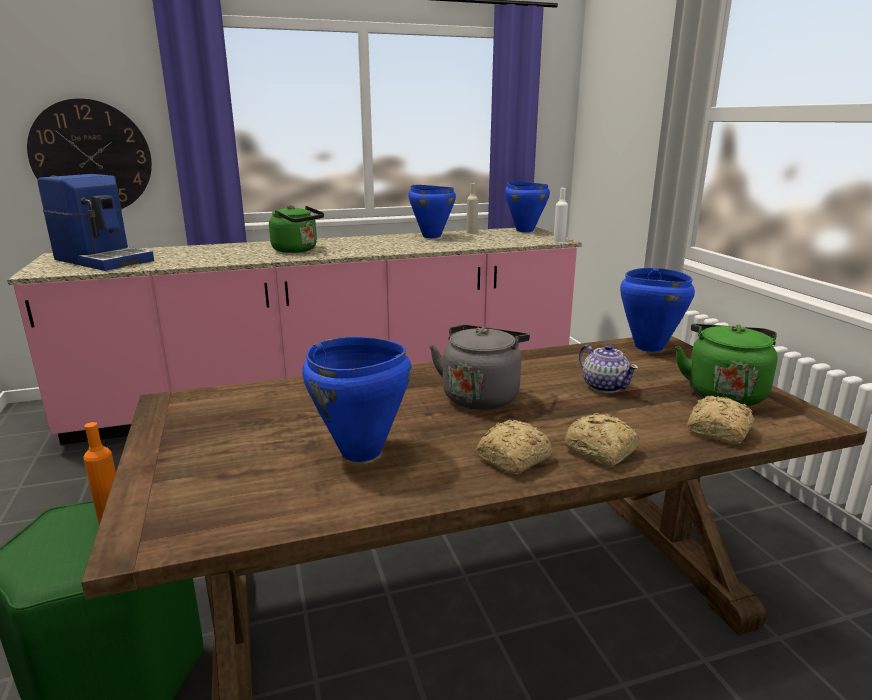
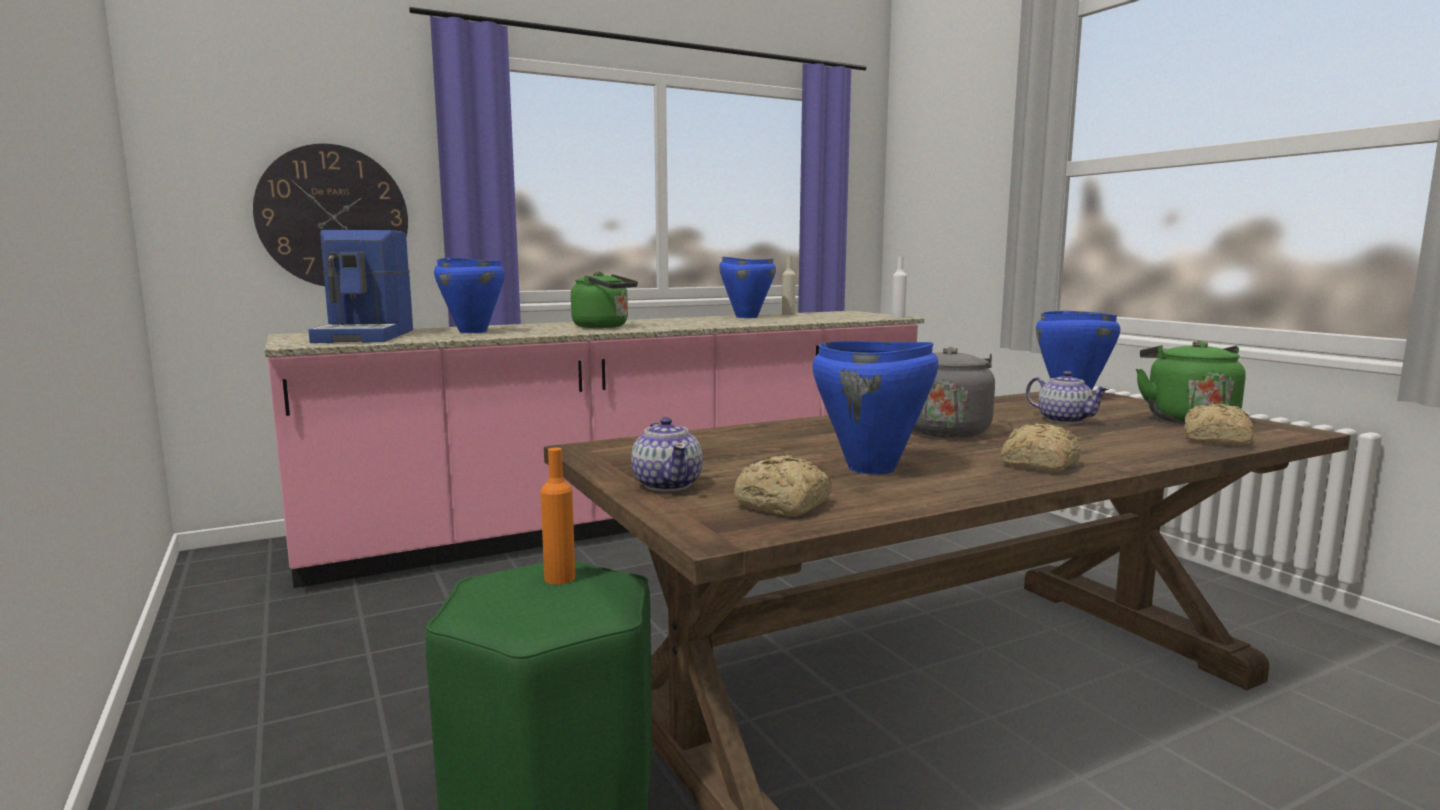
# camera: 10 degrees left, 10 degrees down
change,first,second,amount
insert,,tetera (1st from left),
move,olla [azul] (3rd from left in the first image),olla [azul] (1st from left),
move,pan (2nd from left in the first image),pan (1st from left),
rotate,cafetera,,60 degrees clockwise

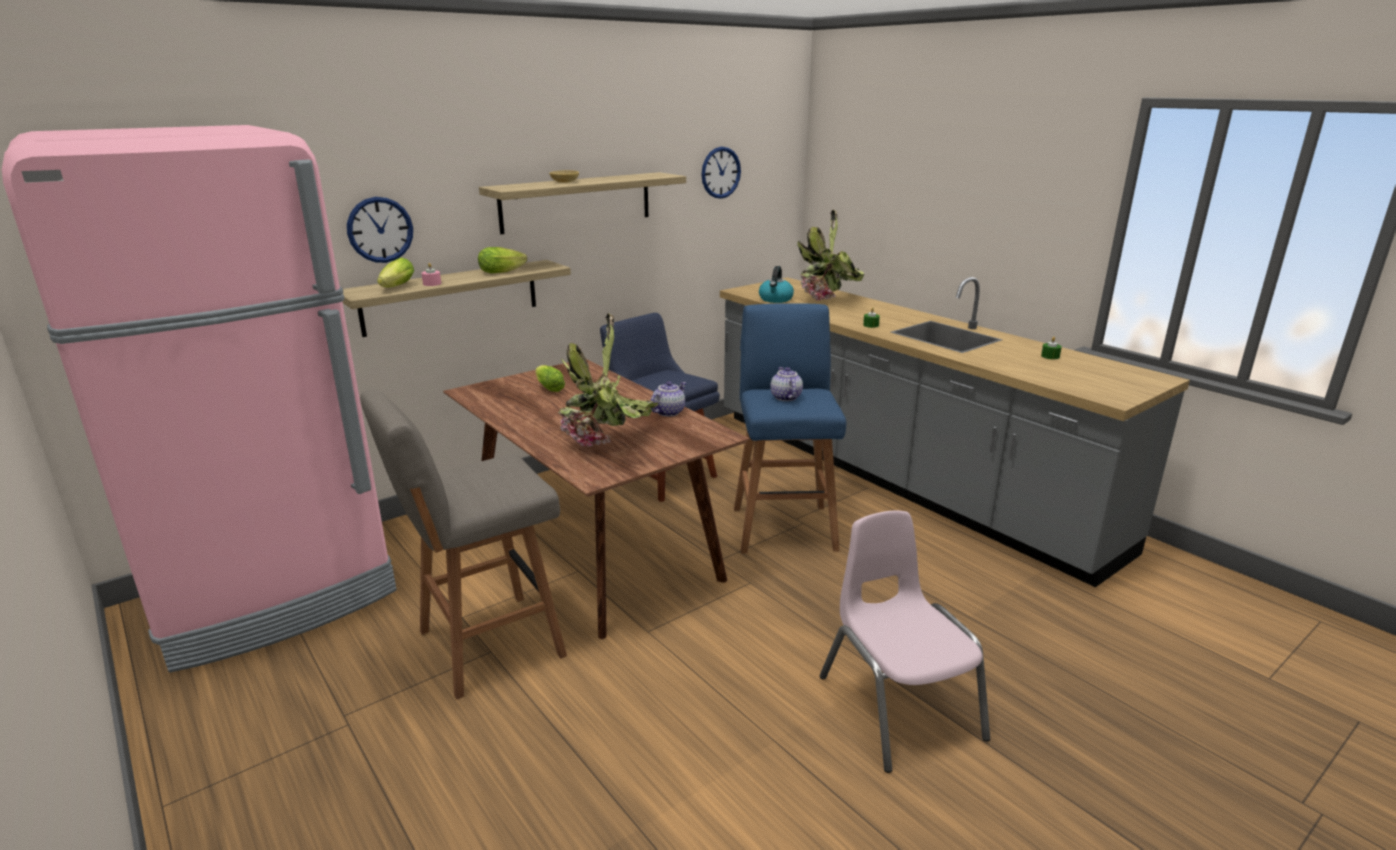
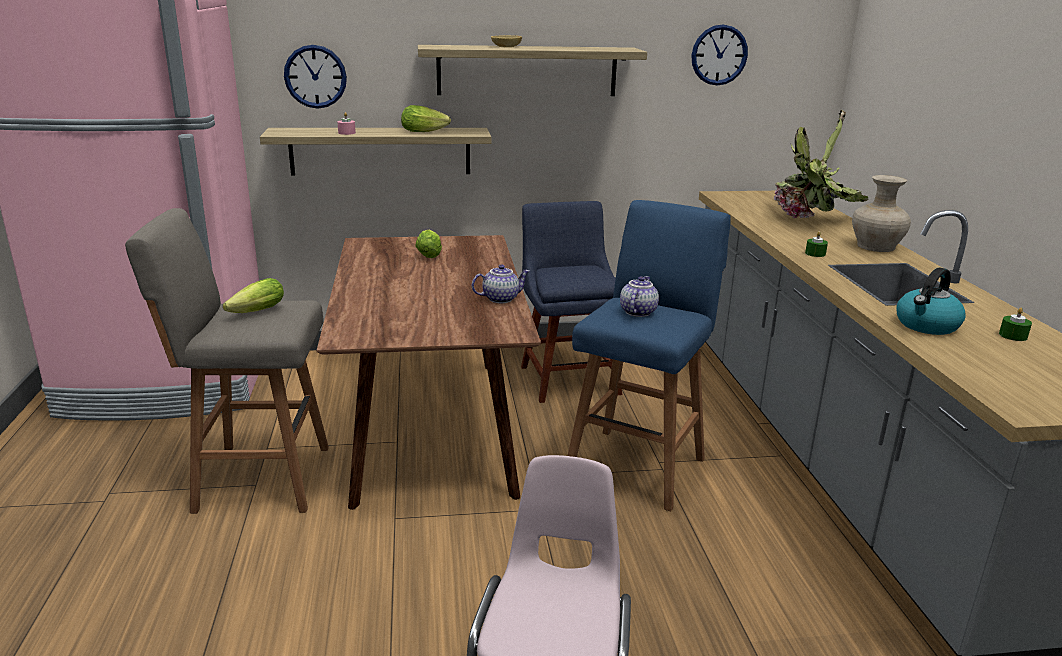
# camera: 30 degrees right, 0 degrees up
change,first,second,amount
delete,planta en maceta (1st from left),,
insert,,florero [beis],
move,lechuga (1st from left),,
move,hervidor,,

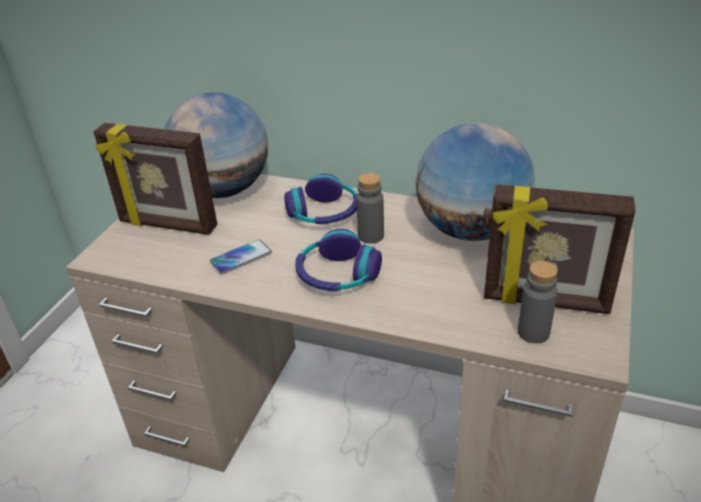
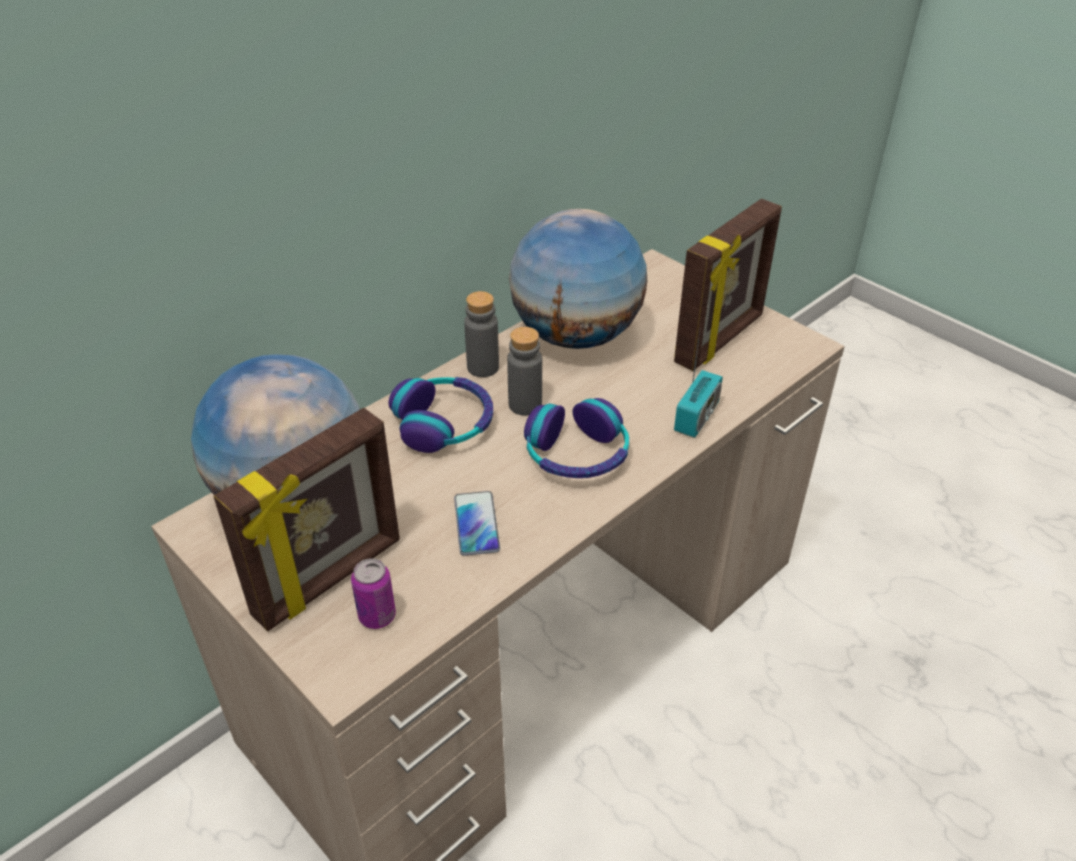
# camera: 65 degrees left, 5 degrees up
change,first,second,amount
insert,,lata,
insert,,radio,
move,botella [gris] (2nd from left in the first image),botella [gris] (1st from left),

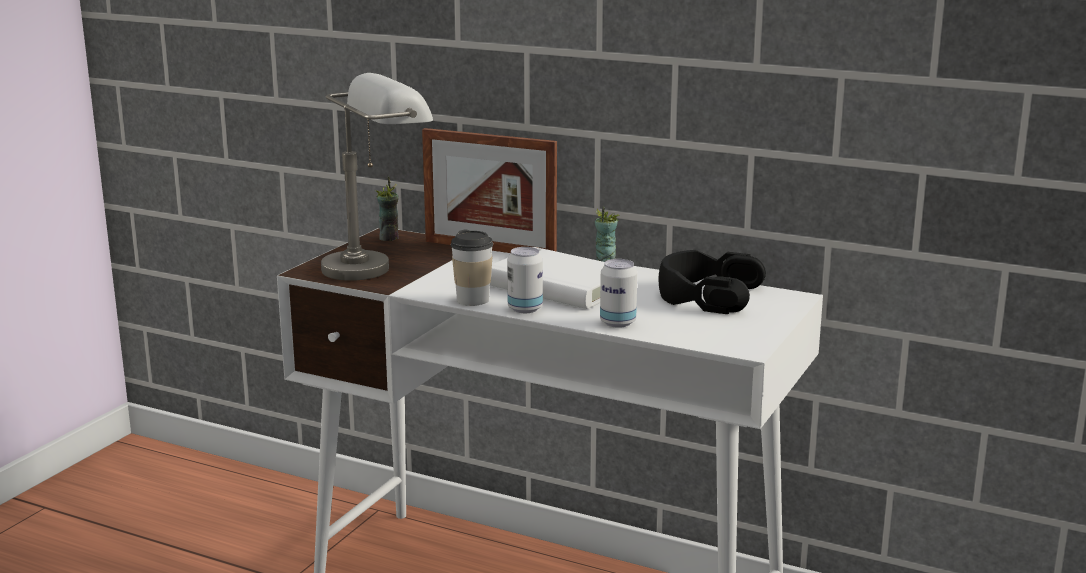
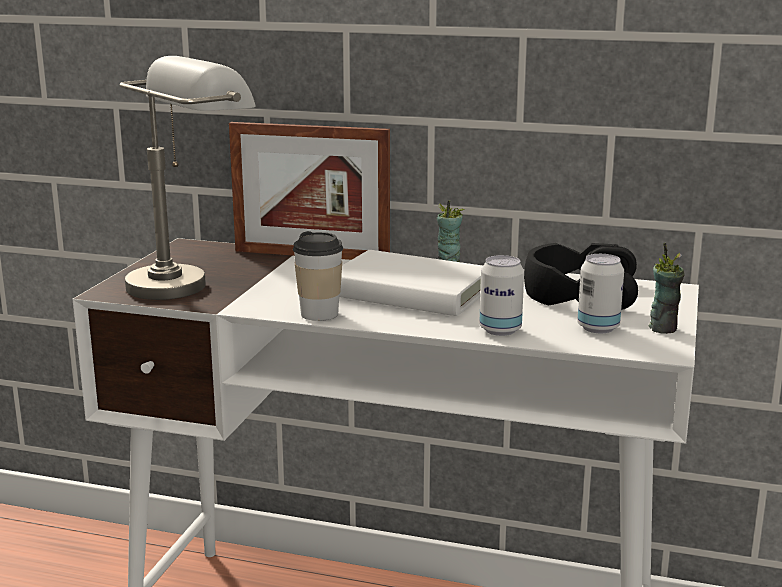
# camera: 10 degrees left, 0 degrees up
change,first,second,amount
move,taza (1st from left in the first image),taza (3rd from left),
move,lata (1st from left in the first image),lata (2nd from left),

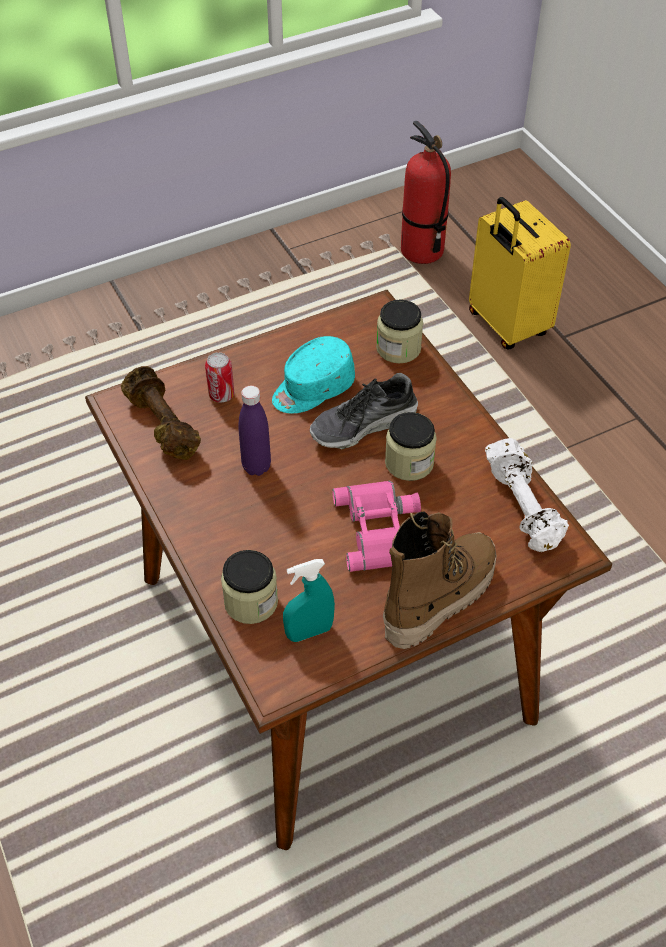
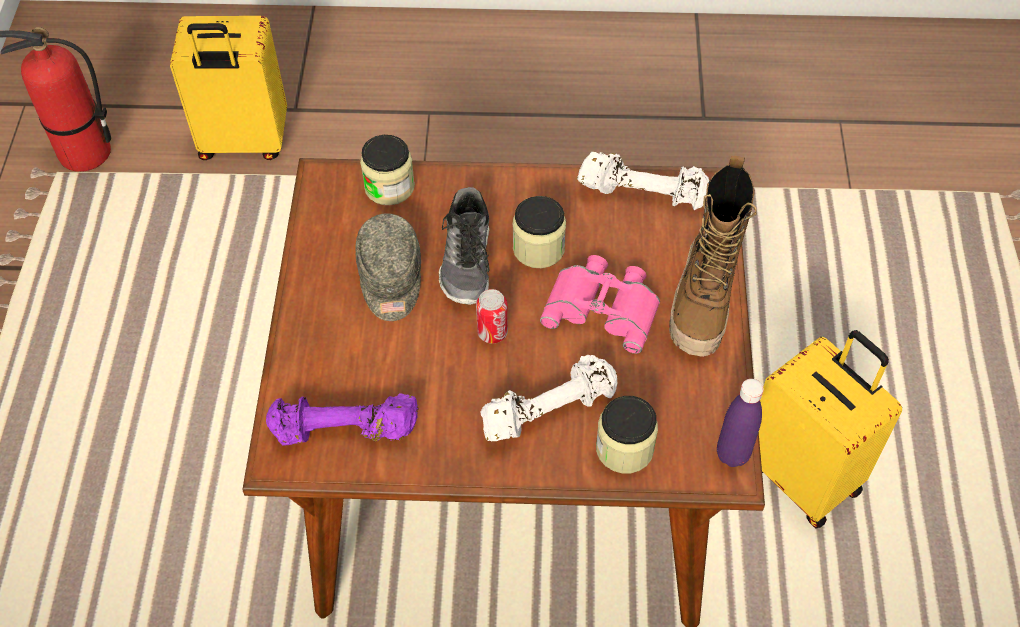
# camera: 60 degrees left, 5 degrees up
change,first,second,amount
delete,pulverizador [turquesa],,
insert,,mancuerna [blanco] (1st from left),
insert,,maleta [amarillo] (2nd from left),
move,lata,,
move,botella [morado],,
recolor,mancuerna [marrón],mancuerna [morado],
recolor,gorra [turquesa],gorra [gris],
rotate,bota,,150 degrees counterclockwise

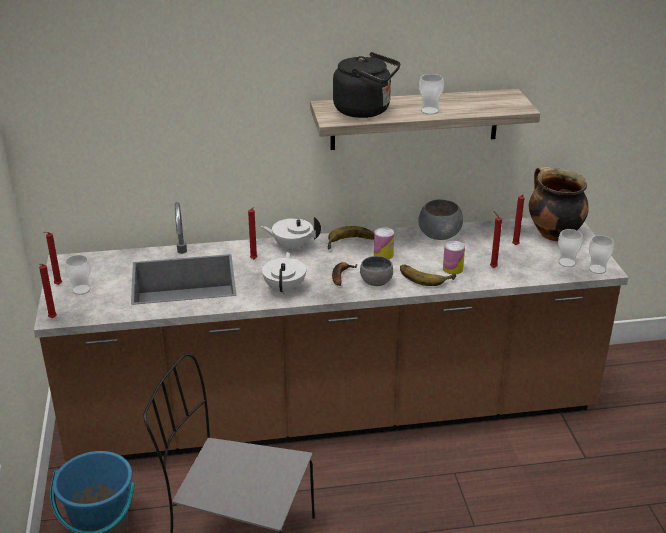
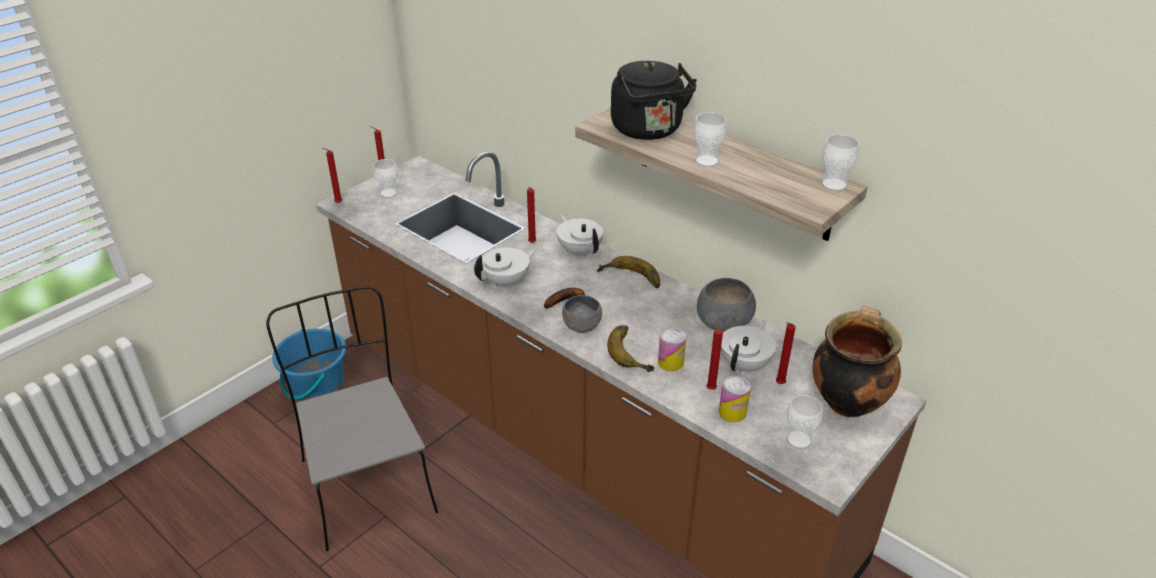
# camera: 50 degrees right, 5 degrees up
change,first,second,amount
insert,,tetera [blanco] (3rd from left),
move,lata (1st from left in the first image),lata (2nd from left),
move,taza (4th from left),,

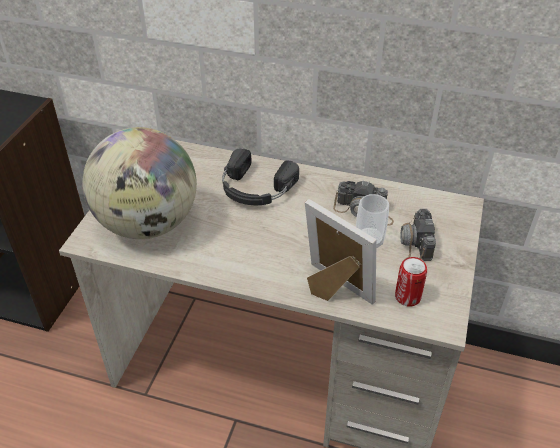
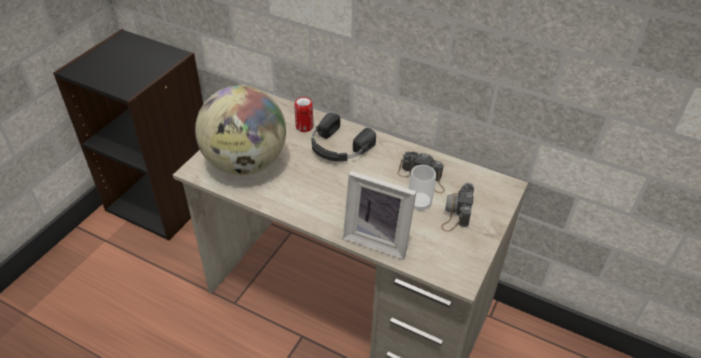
# camera: 10 degrees right, 0 degrees up
change,first,second,amount
move,lata,,
rotate,portarretratos,,150 degrees clockwise

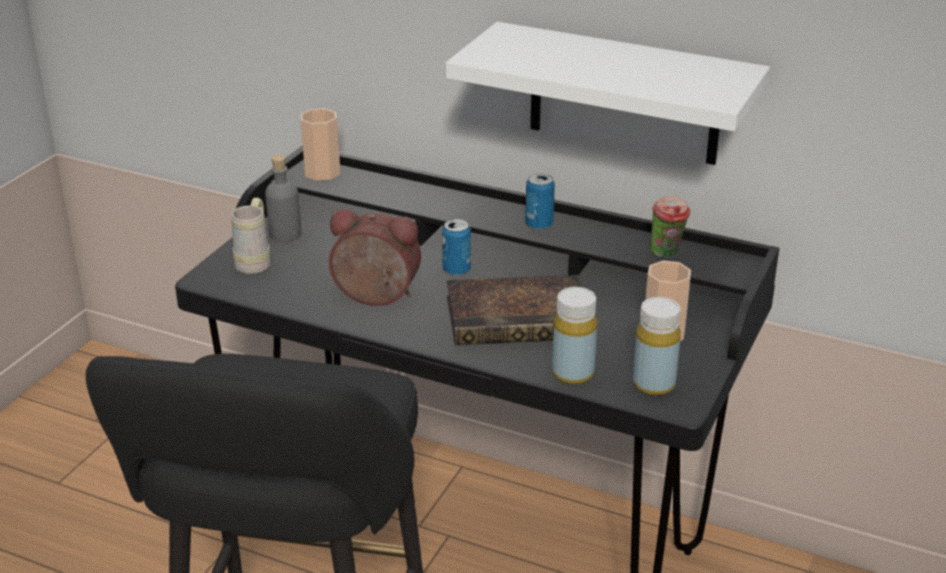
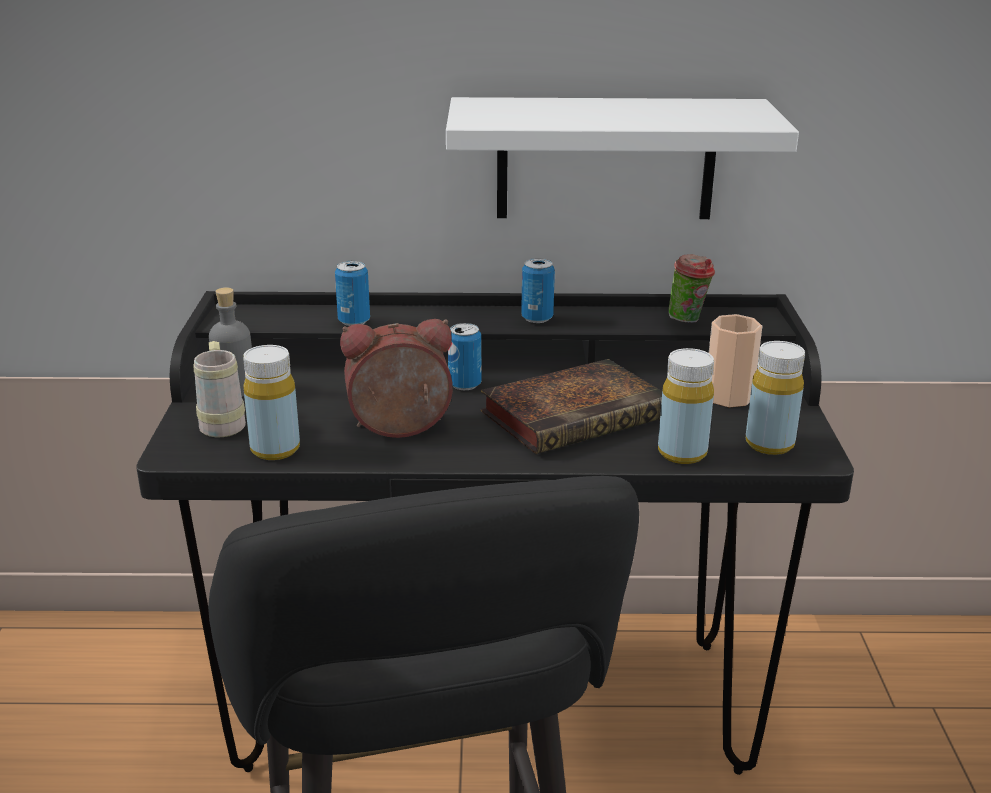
# camera: 25 degrees left, 5 degrees down
change,first,second,amount
delete,taza (1st from left),,
insert,,botella [amarillo] (1st from left),
insert,,lata (1st from left),

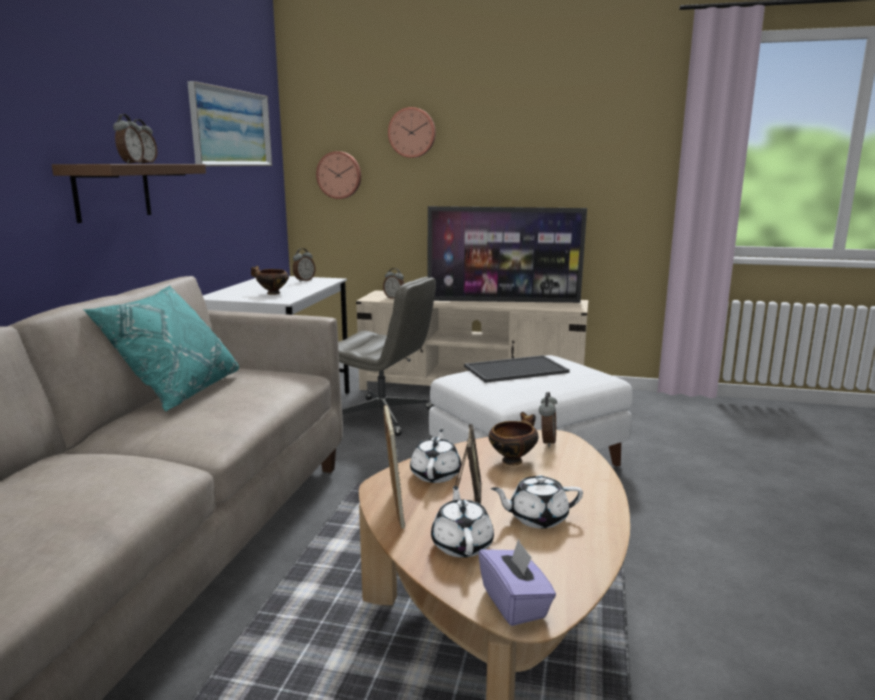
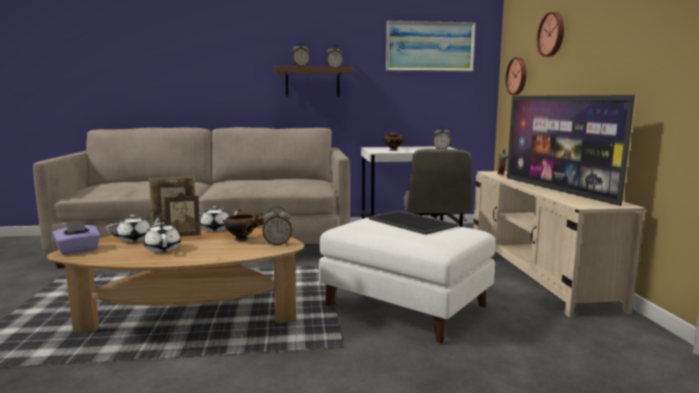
# camera: 70 degrees right, 5 degrees down
change,first,second,amount
delete,cojín [turquesa],,

